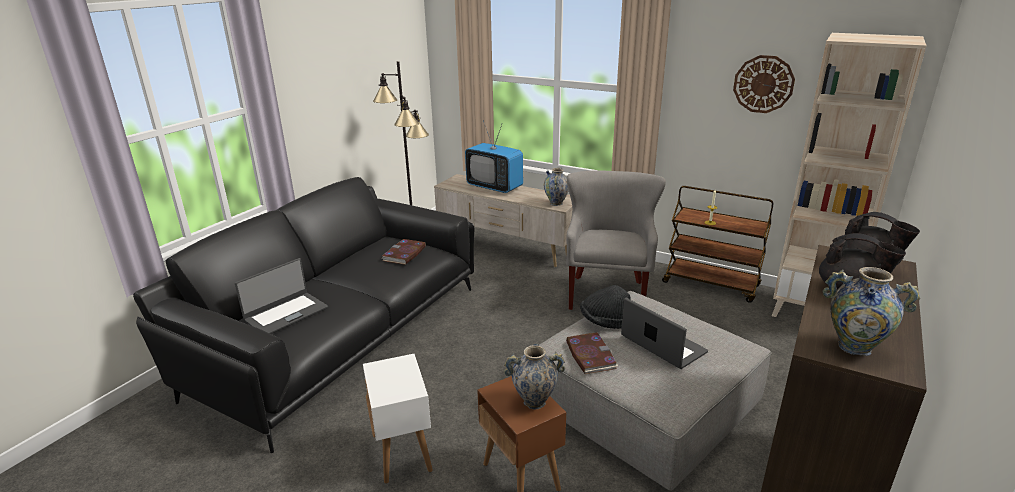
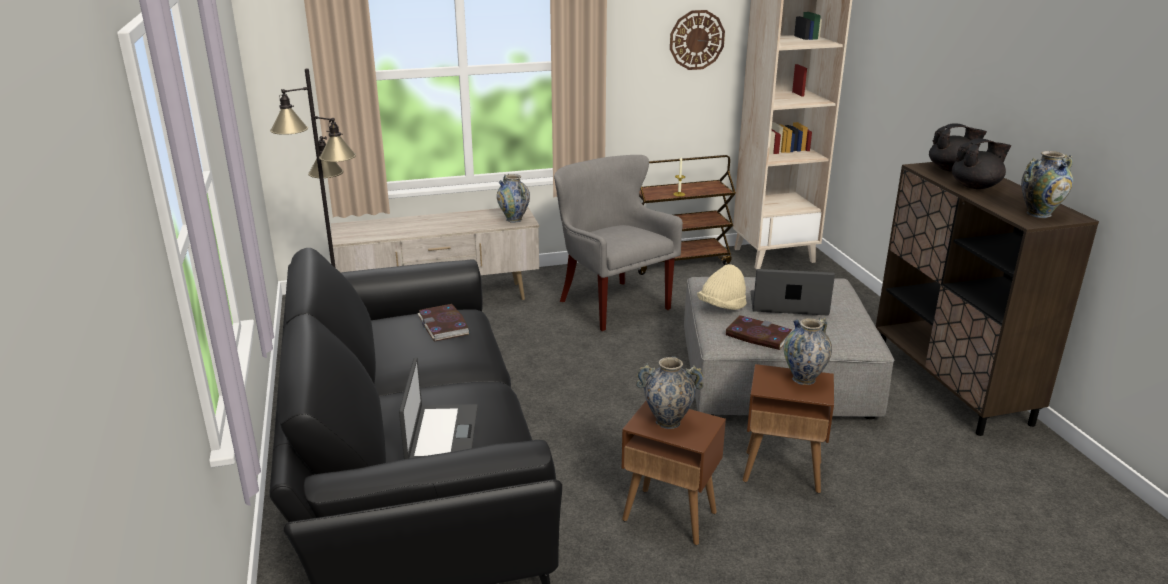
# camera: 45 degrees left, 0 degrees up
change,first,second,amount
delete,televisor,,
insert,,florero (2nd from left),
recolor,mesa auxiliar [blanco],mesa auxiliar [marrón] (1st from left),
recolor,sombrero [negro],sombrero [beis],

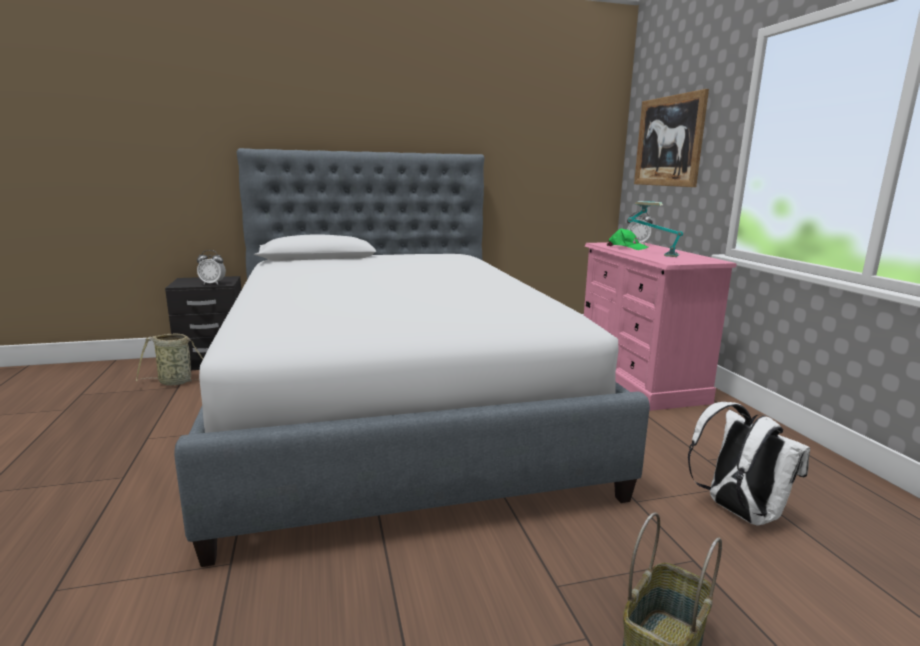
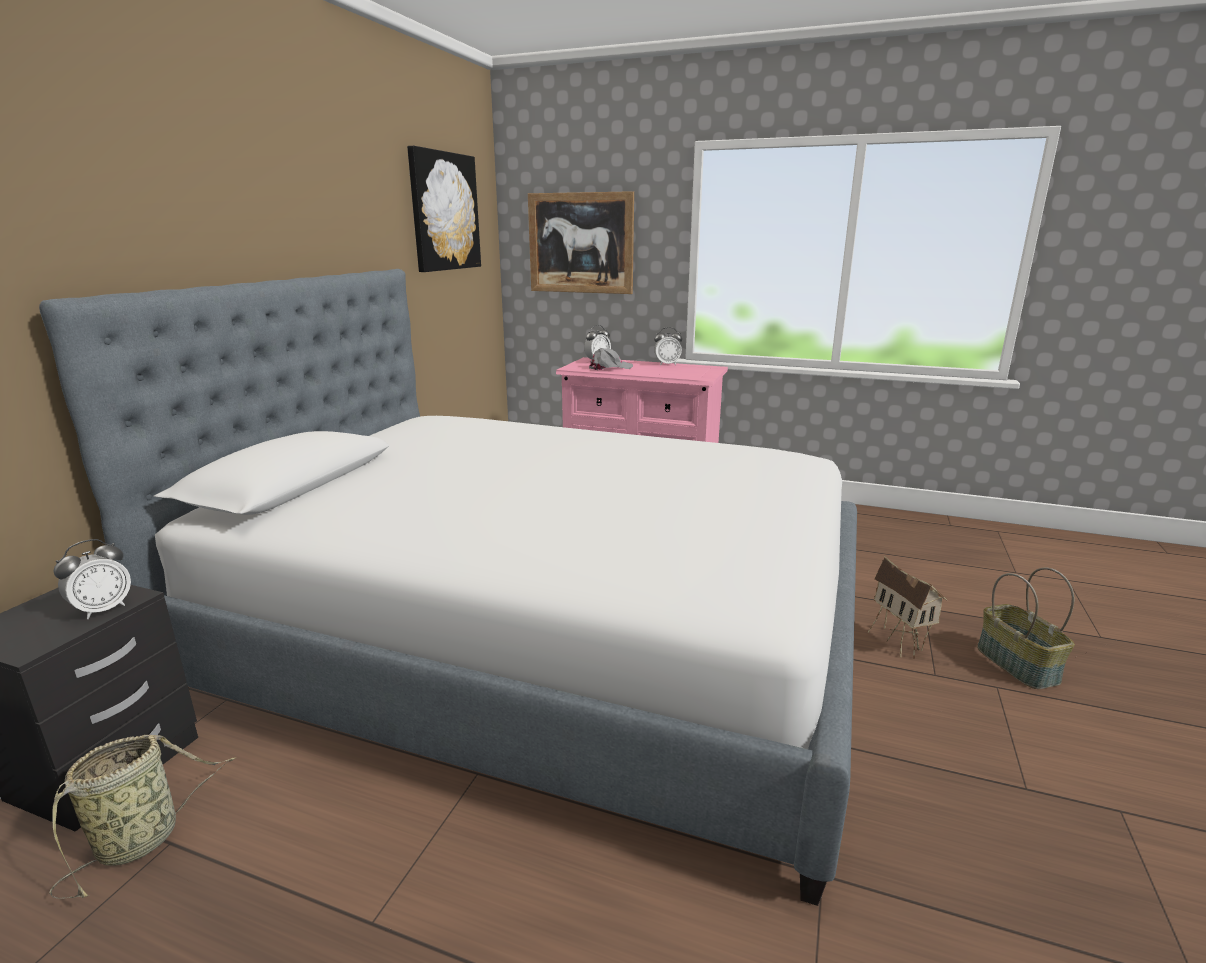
# camera: 55 degrees left, 5 degrees up
change,first,second,amount
delete,lámpara de mesa,,
delete,mochila [blanco],,
insert,,cuadro (1st from left),
insert,,despertador (3rd from left),
insert,,casita,
recolor,gorra [verde],gorra [gris],

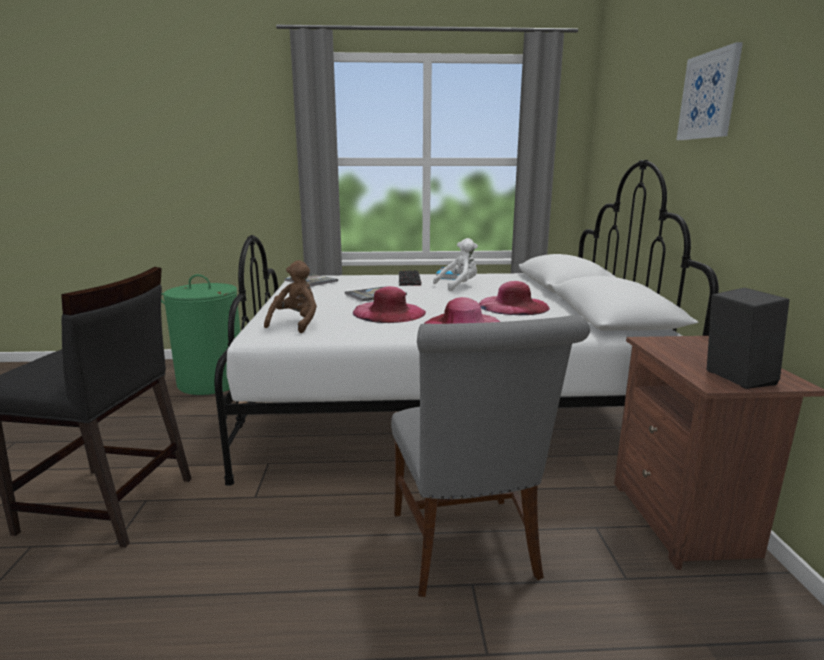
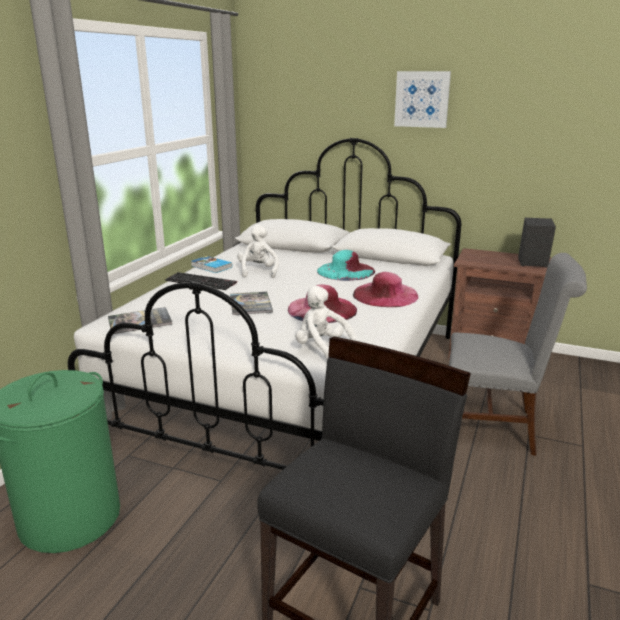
# camera: 65 degrees left, 5 degrees up
change,first,second,amount
recolor,peluche [marrón],peluche [blanco] (2nd from left),
recolor,sombrero [rosa] (3rd from left),sombrero [turquesa],

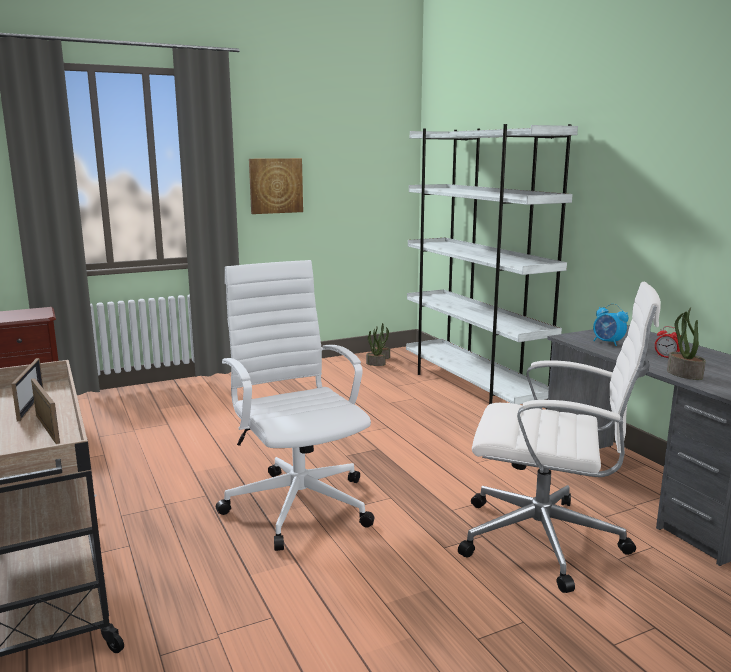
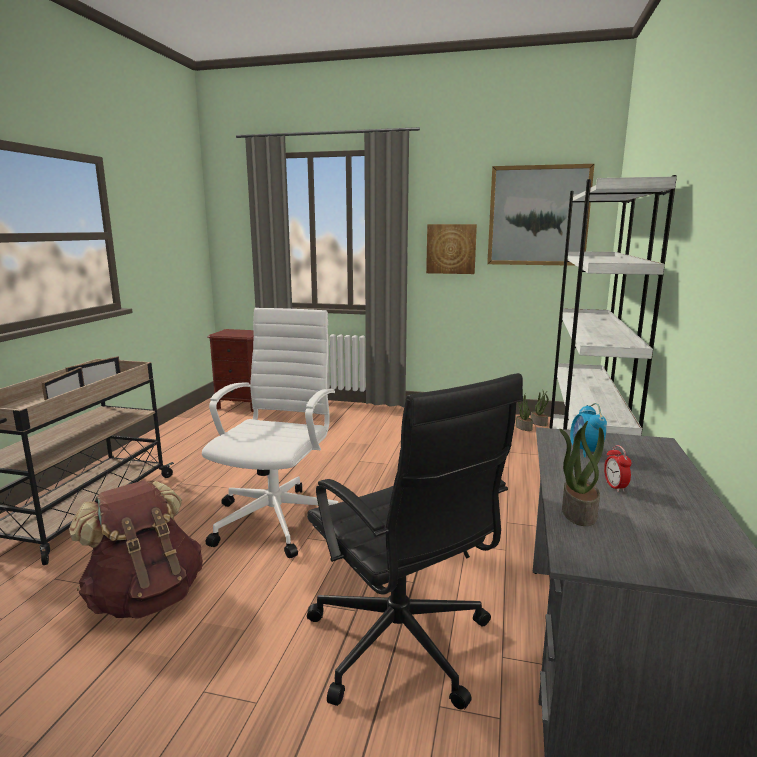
# camera: 40 degrees right, 0 degrees up
change,first,second,amount
insert,,mochila [marrón],
insert,,cuadro (2nd from left),
recolor,silla de oficina [blanco] (2nd from left),silla de oficina [negro],

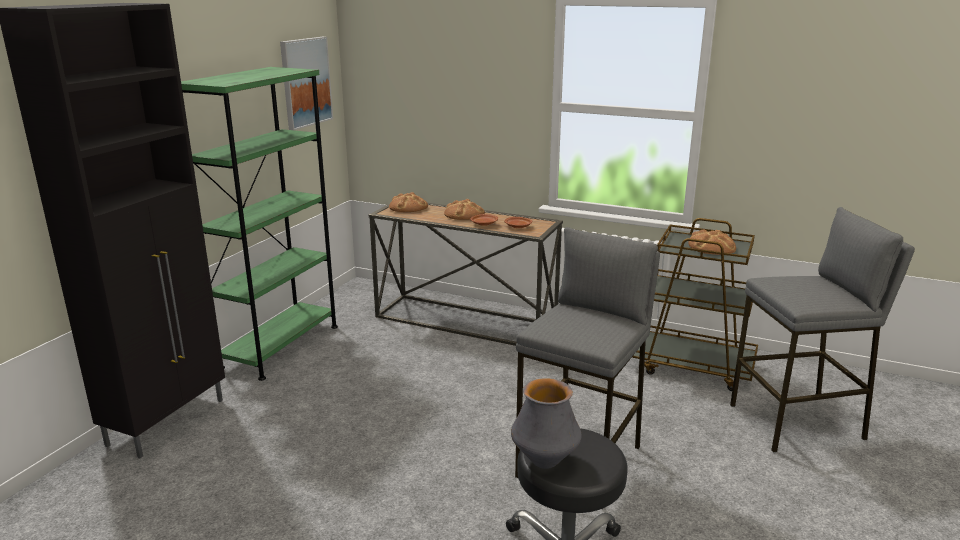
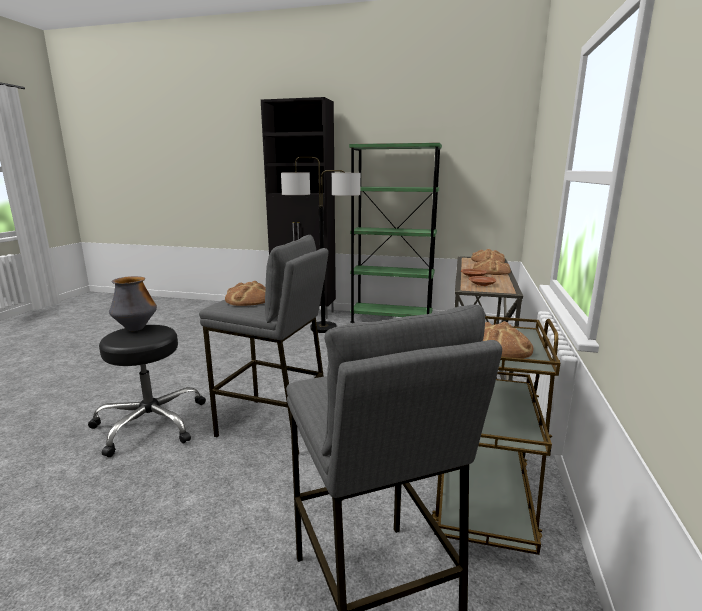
# camera: 80 degrees right, 5 degrees down
change,first,second,amount
delete,cuadro,,
insert,,pan (1st from left),
insert,,lámpara de pie,

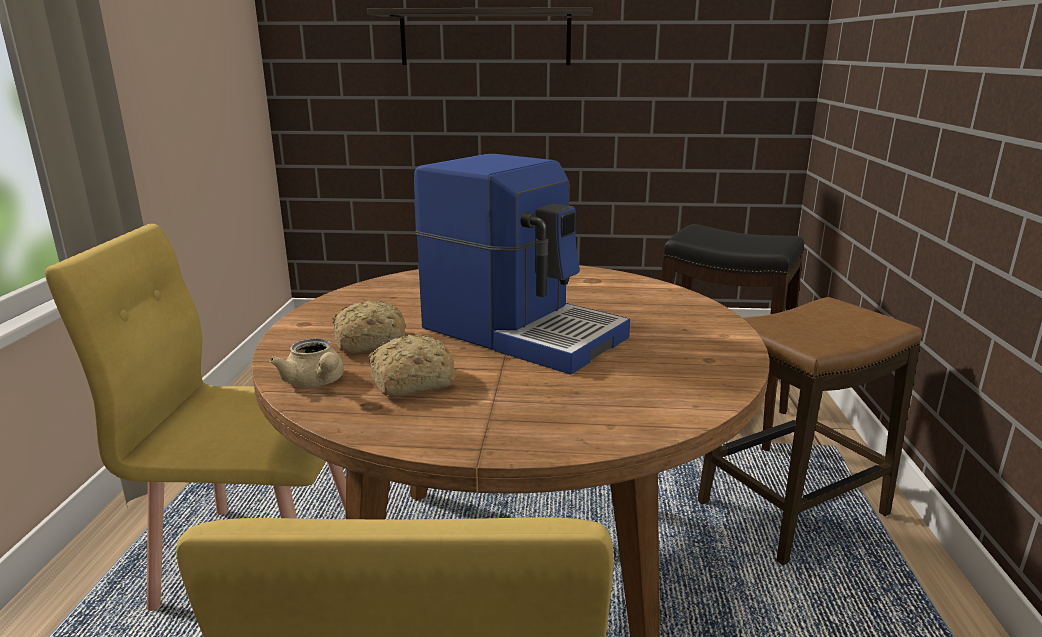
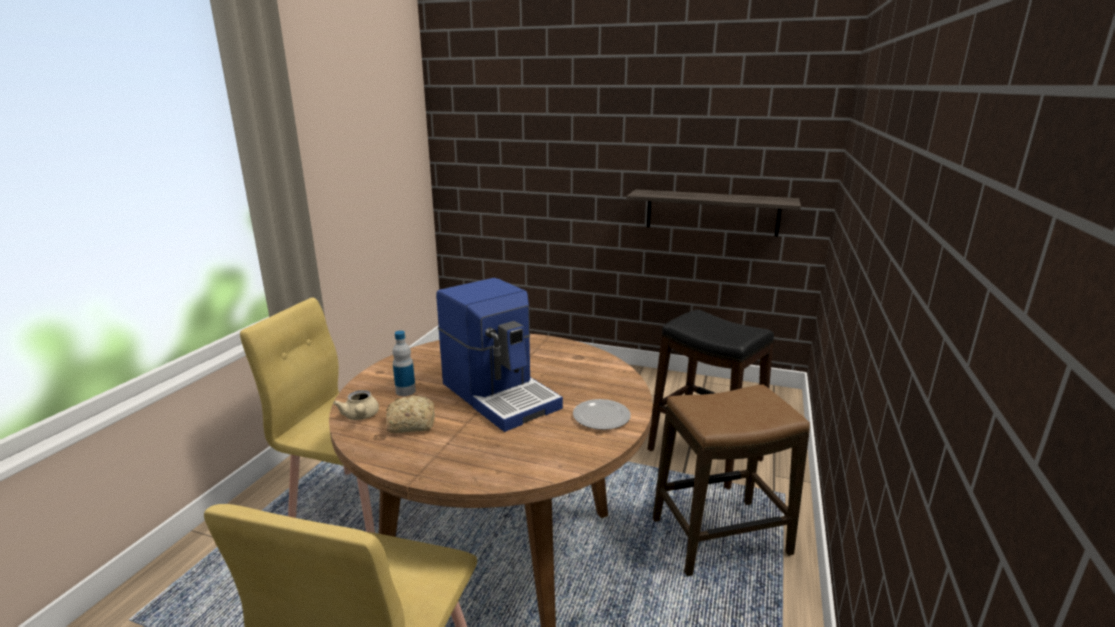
# camera: 15 degrees right, 0 degrees up
change,first,second,amount
insert,,plato,
move,estante,,
replace,pan (1st from left),botella,

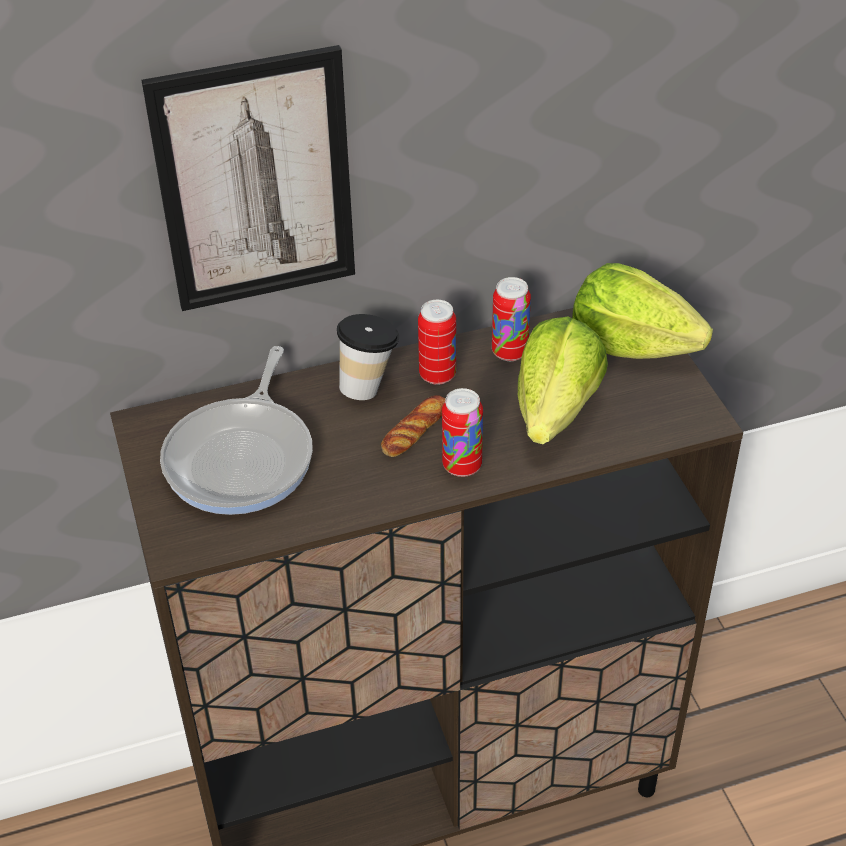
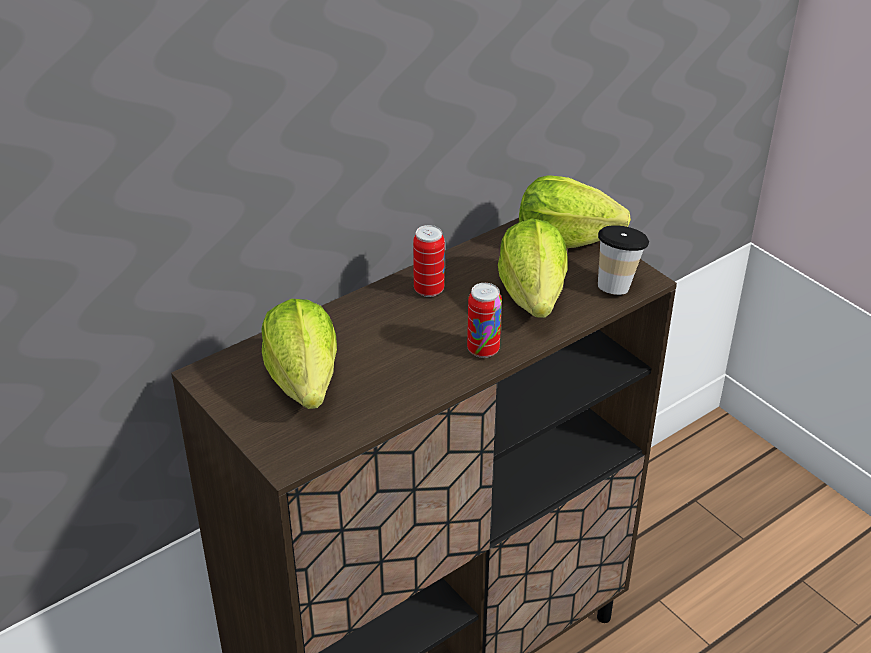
# camera: 20 degrees left, 5 degrees down
change,first,second,amount
delete,cuadro,,
delete,pan,,
delete,lata (3rd from left),,
move,taza,,
replace,sartén,lechuga (1st from left),

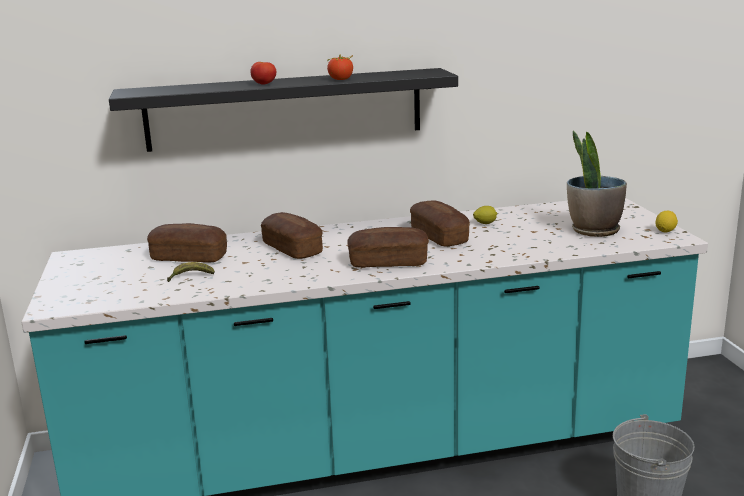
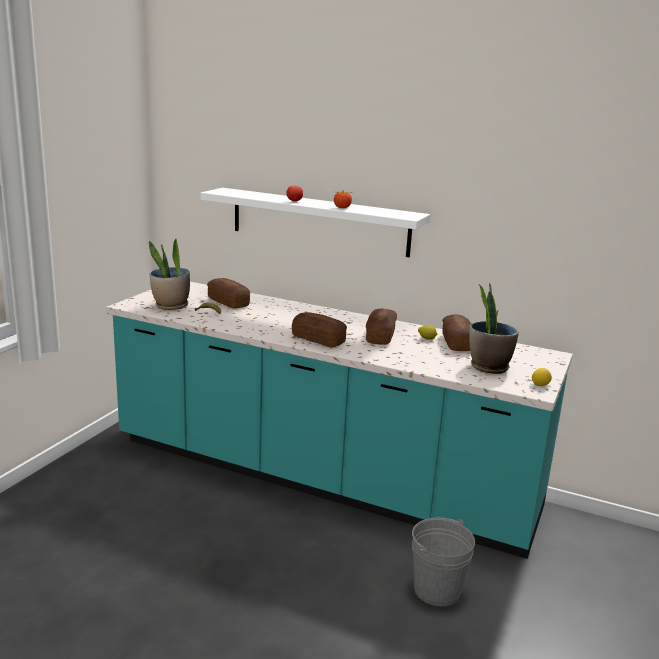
# camera: 35 degrees right, 0 degrees up
change,first,second,amount
insert,,planta en maceta (1st from left),
move,pan (2nd from left in the first image),pan (4th from left),
recolor,estante [negro],estante [blanco],

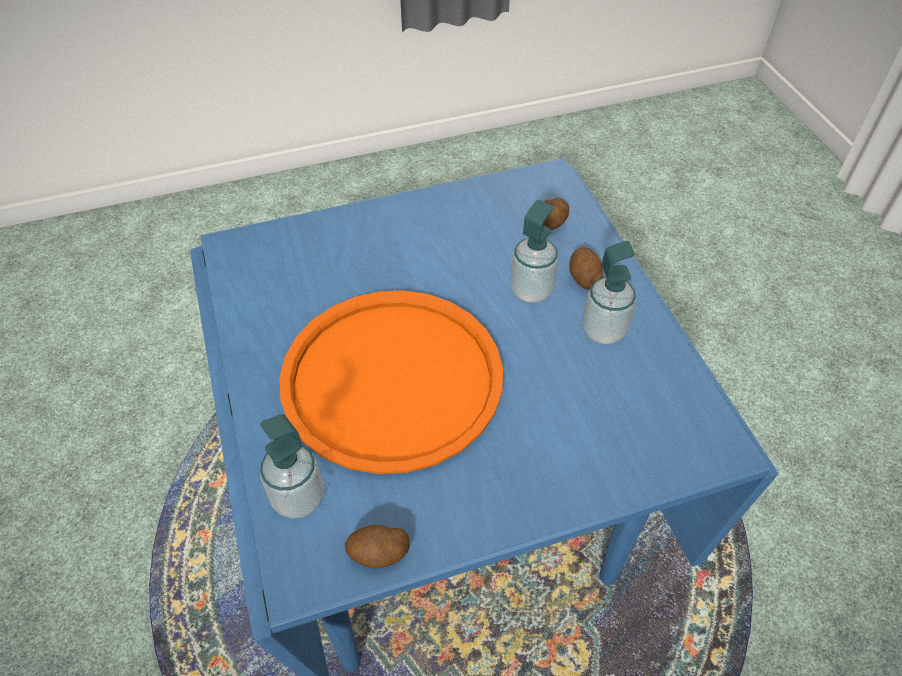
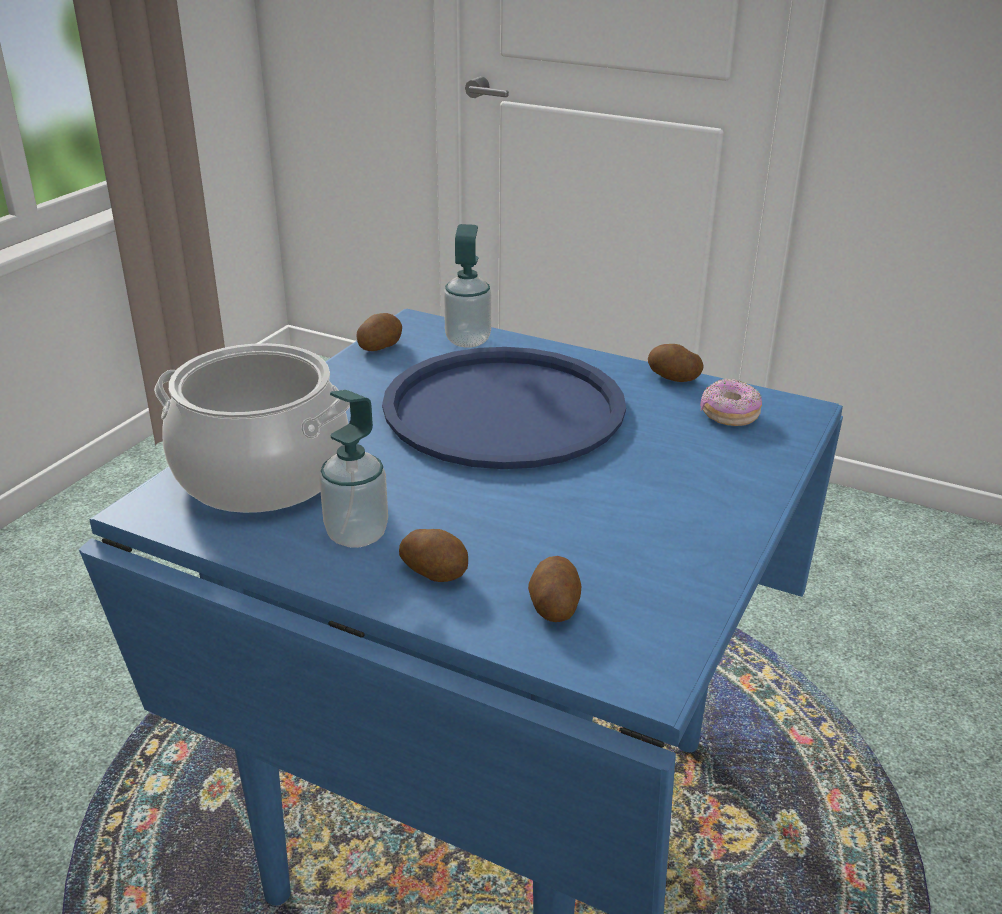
# camera: 135 degrees right, 20 degrees down
change,first,second,amount
delete,dispensador de jabón (2nd from left),,
insert,,olla,
insert,,patata (4th from left),
insert,,rosquilla,
recolor,bandeja [naranja],bandeja [azul],

